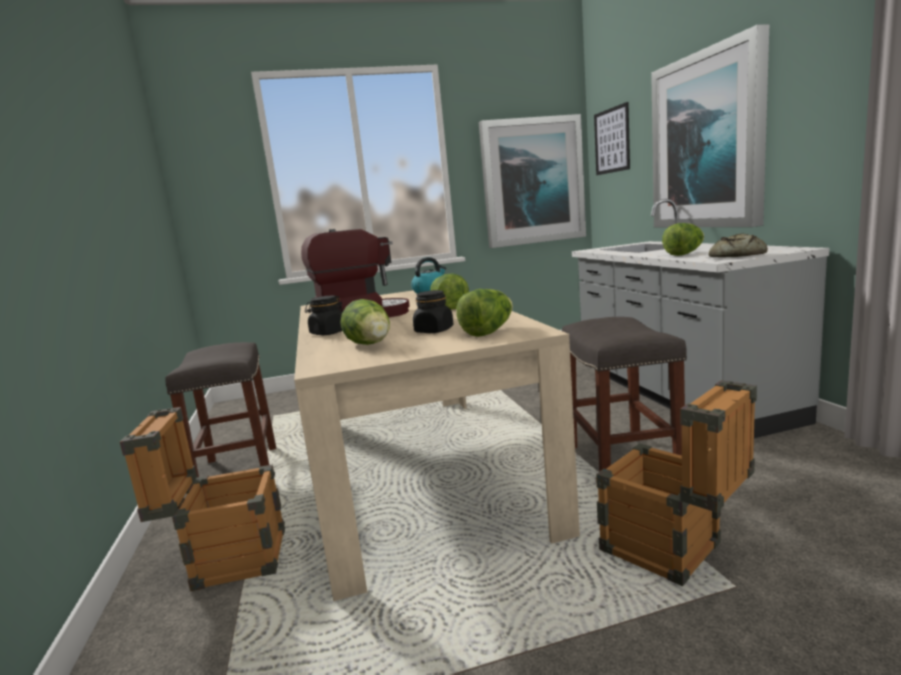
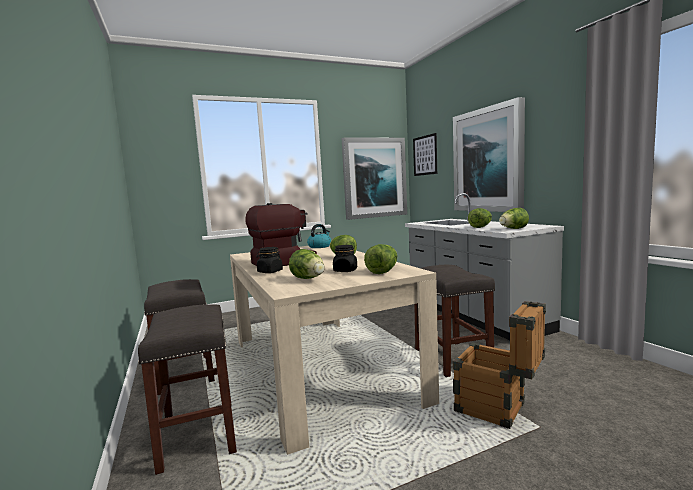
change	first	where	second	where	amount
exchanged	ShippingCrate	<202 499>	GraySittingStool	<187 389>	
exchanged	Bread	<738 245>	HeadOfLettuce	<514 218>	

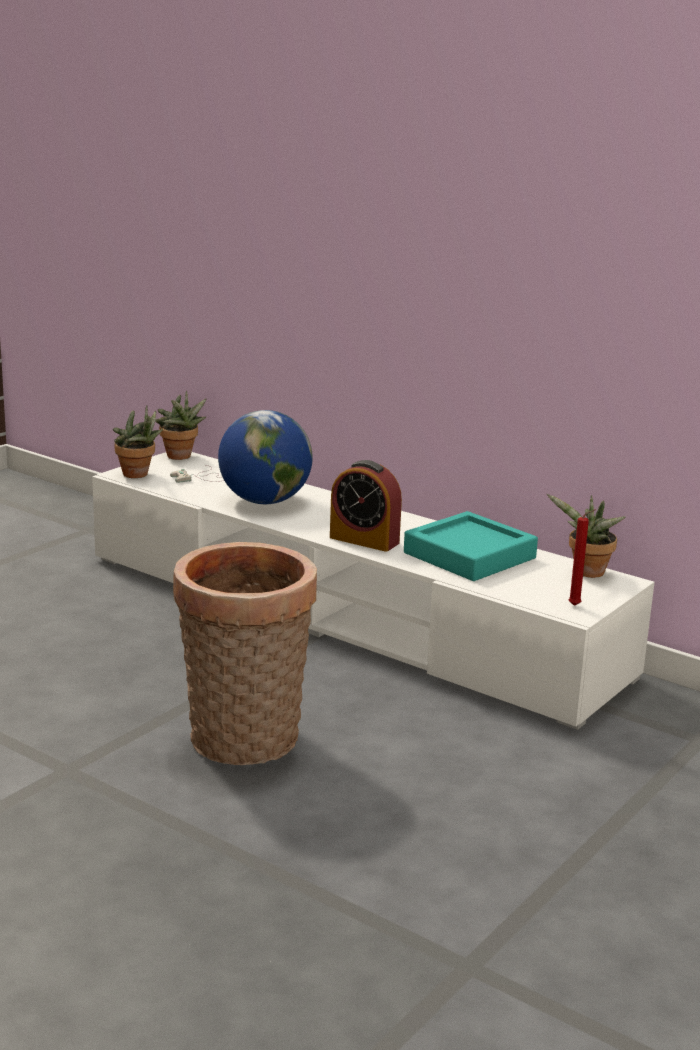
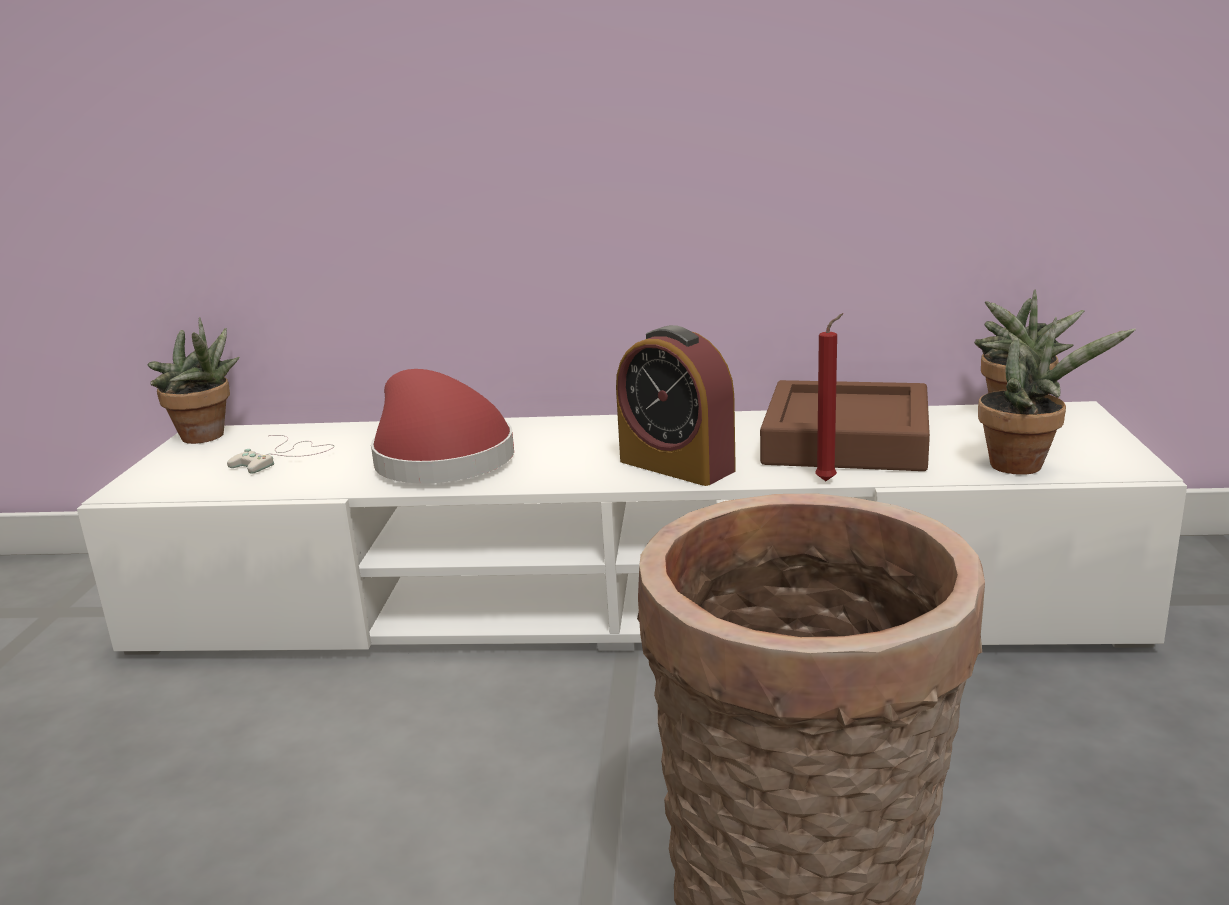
change	first	where	second	where	amount
exchanged	WorldGlobe	<265 457>	RedWearableHat	<442 426>	
spun	TableClock	<366 506>		<676 405>	45 degrees clockwise
colour	BlueGreenServingTray	<471 546>	BrownServingTray	<845 425>	
relocated	RedWaxLight	<582 557>		<829 397>	
relocated	Houseplant	<138 441>		<1057 396>	

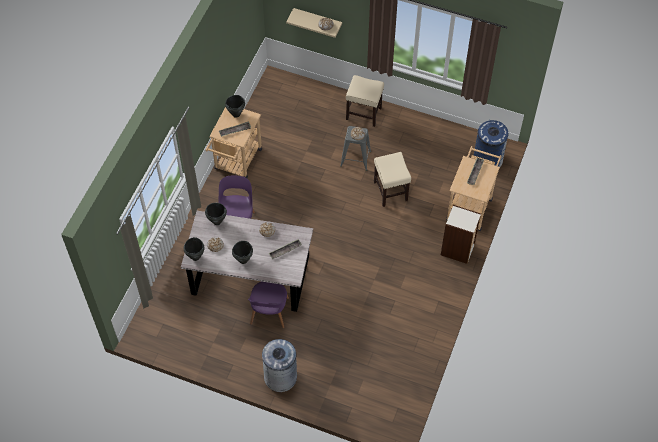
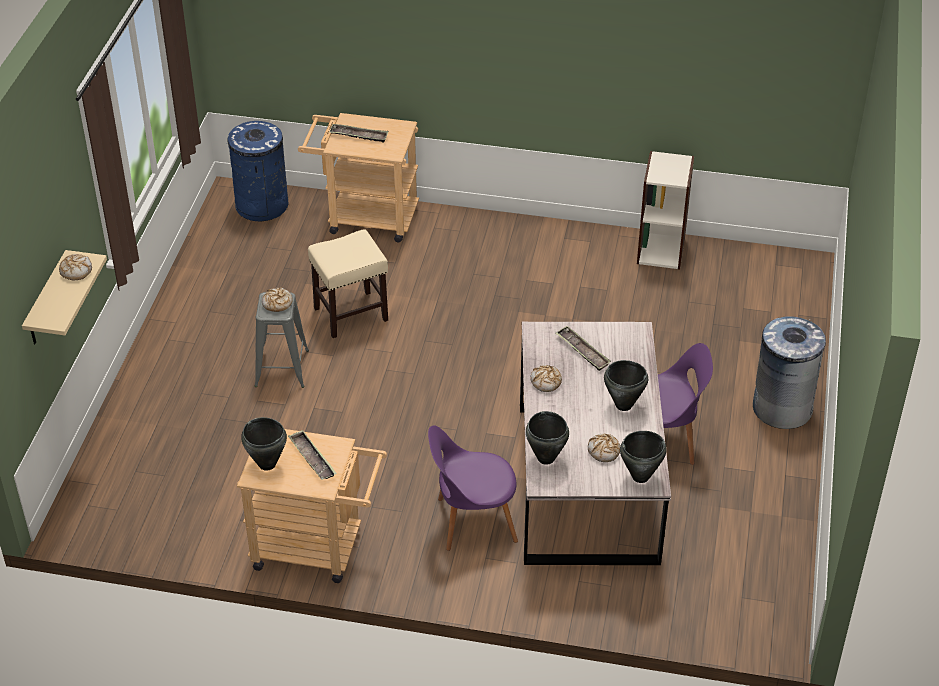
change	first	where	second	where	amount
relocated	ShelvingUnit	<461 234>		<665 210>	
missing	SandColouredSittingStool	<365 101>			

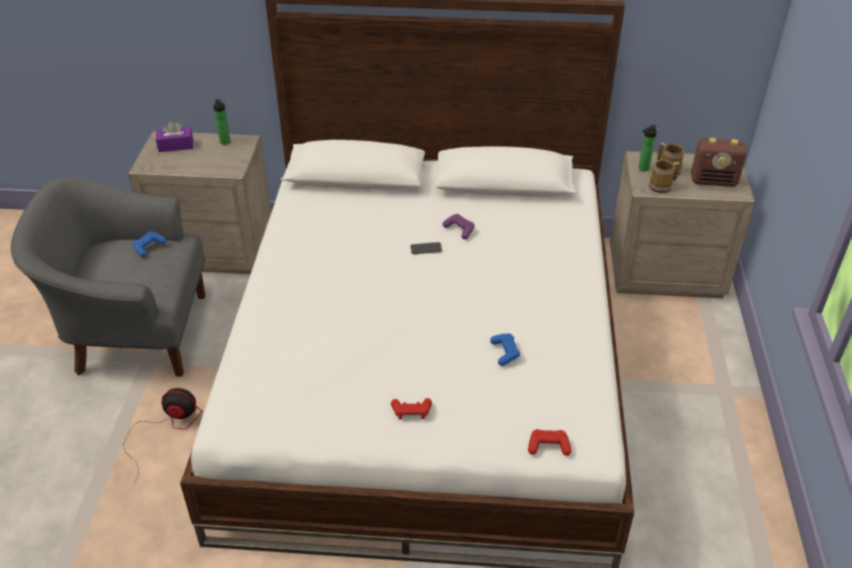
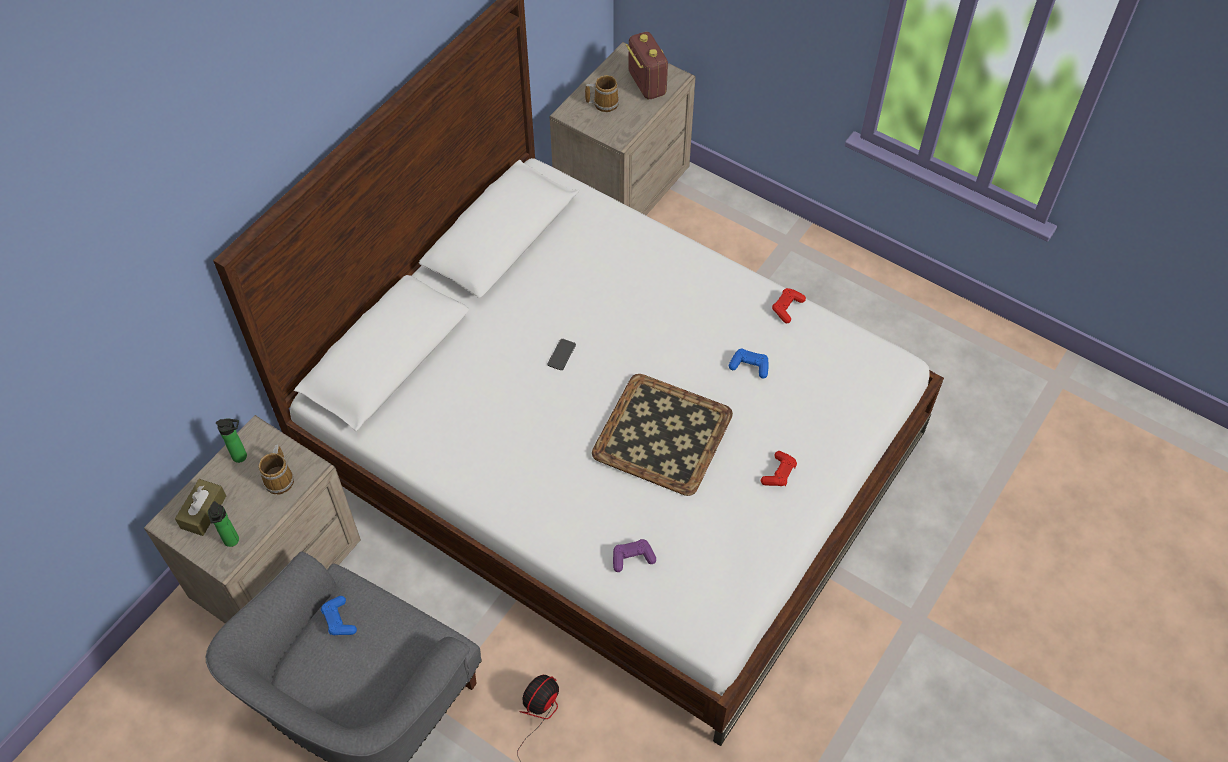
change	first	where	second	where	amount
colour	PurpleTissueBox	<174 136>	BrownTissueBox	<200 507>	
relocated	Bottle	<647 148>		<223 524>	
relocated	CoffeeMug	<664 176>		<276 469>	
appeared			ServingTray	<662 435>	
relocated	PurpleGamepad	<459 226>		<634 555>	
spun	RadioSet	<719 162>		<647 65>	60 degrees counterclockwise
relocated	RedGamepad	<549 442>		<789 305>	

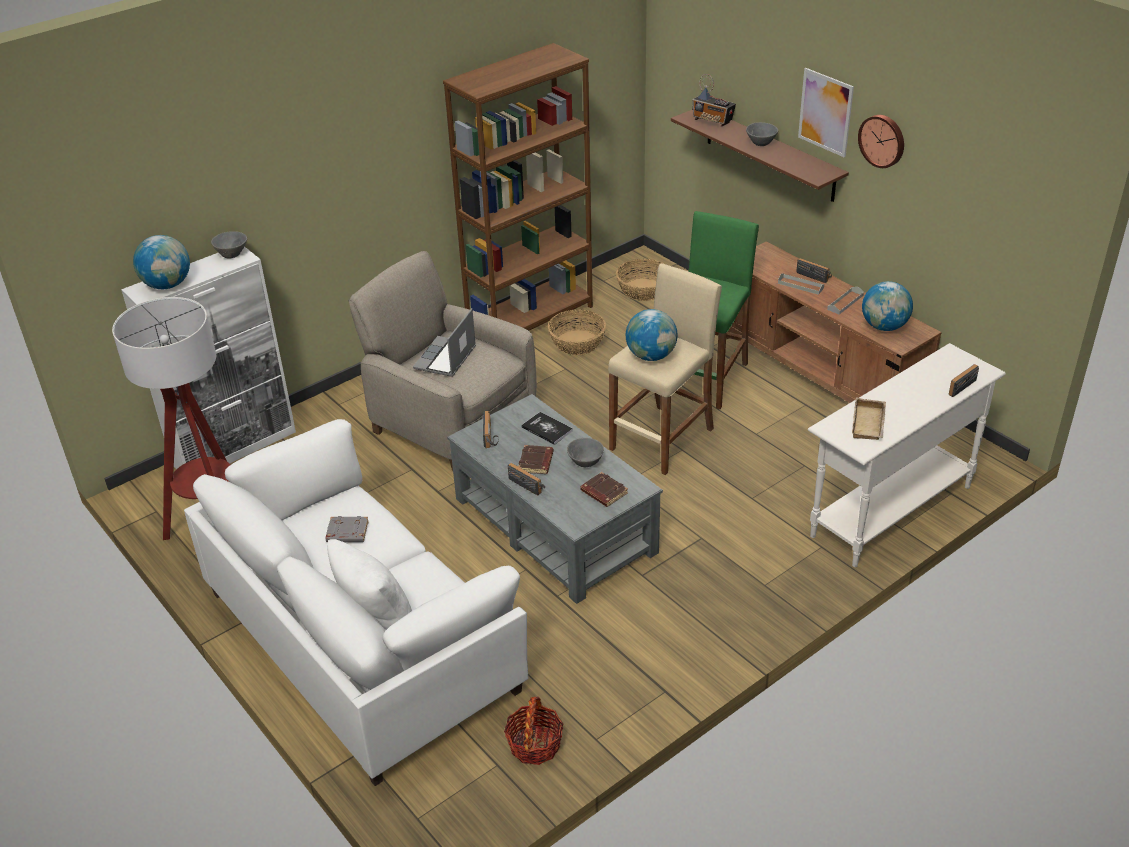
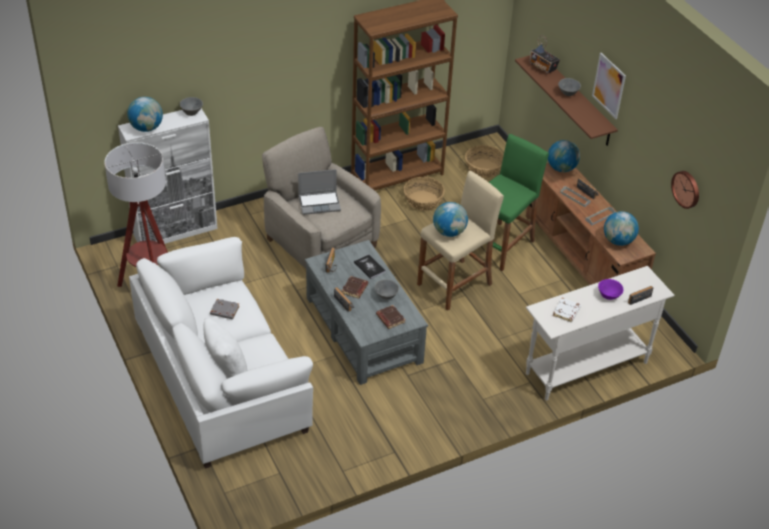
change	first	where	second	where	amount
spun	Laptop	<444 342>		<319 192>	135 degrees counterclockwise
appeared			WorldGlobe	<564 156>	
exchanged	SandColouredServingTray	<869 418>	WhitishBoundBook	<567 310>	
appeared			PurpleBowl	<610 289>	
relocated	WallClock	<881 141>		<685 190>	
missing	HouseholdBasket	<533 731>			

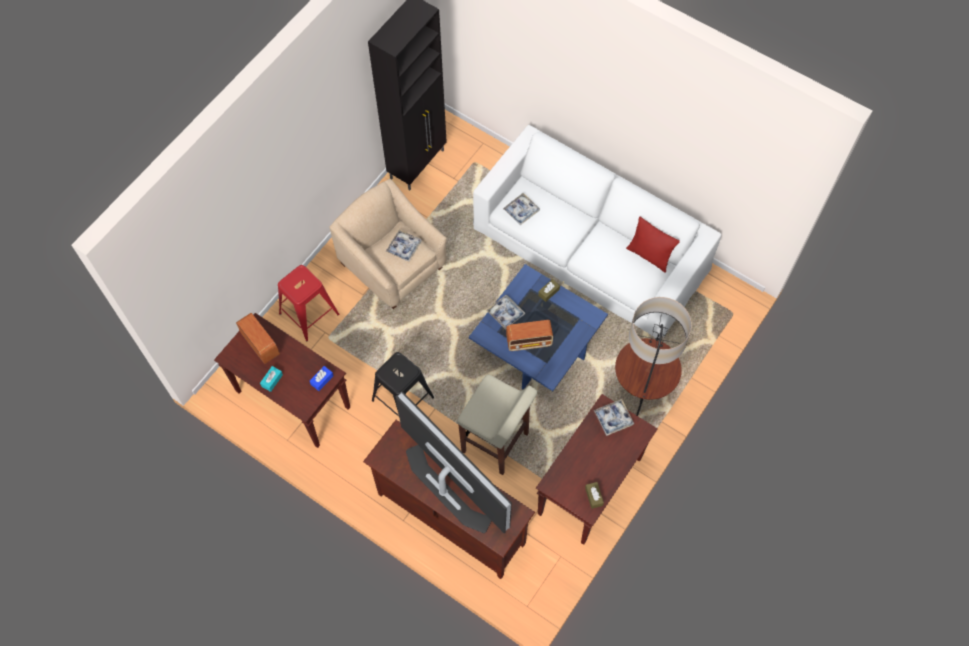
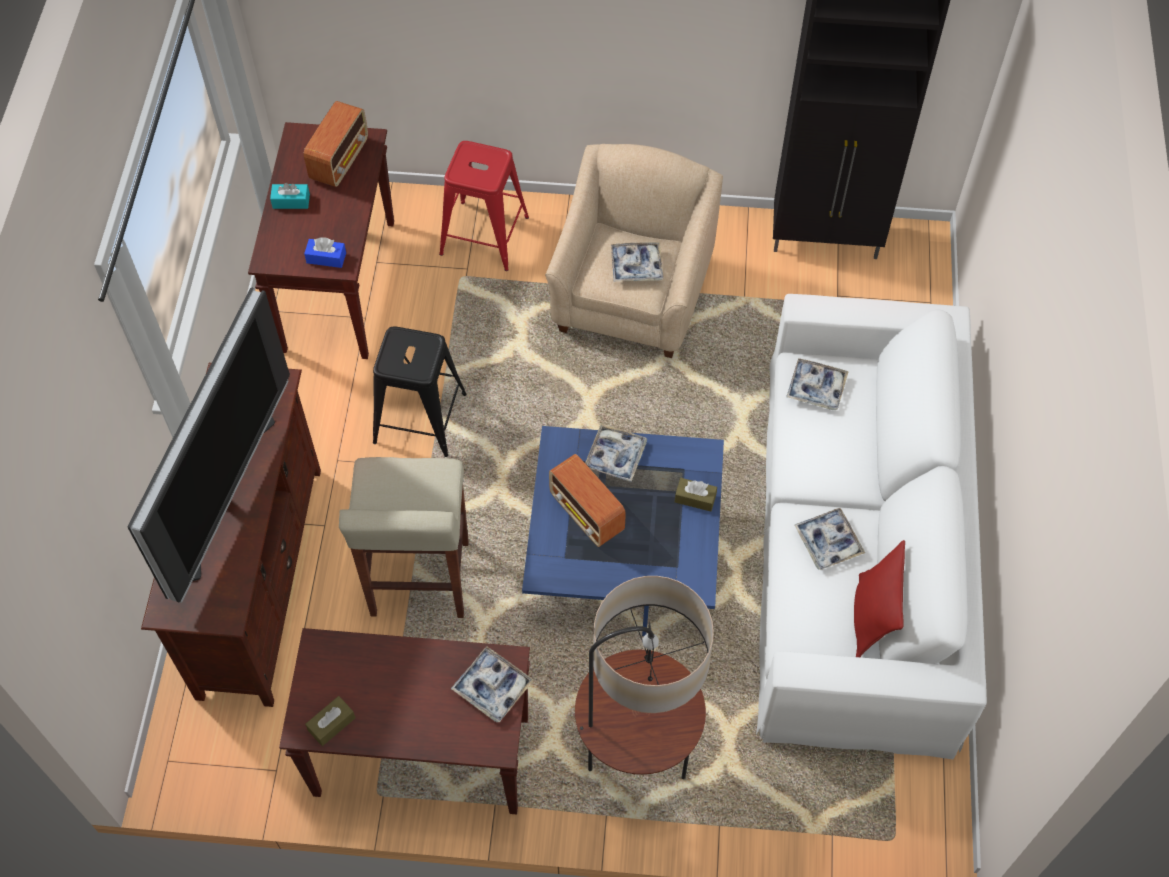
change	first	where	second	where	amount
appeared			ServingTray	<830 539>	

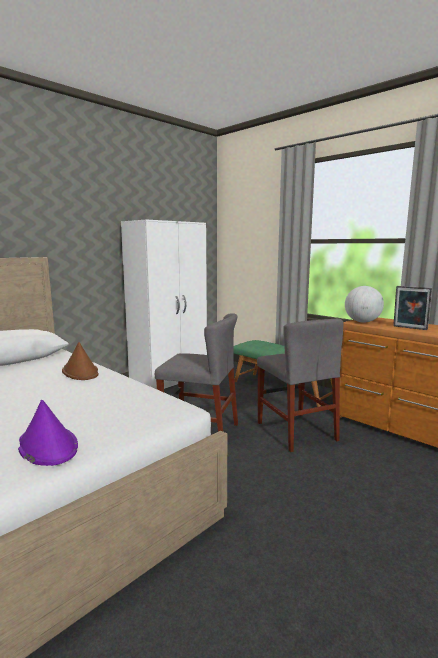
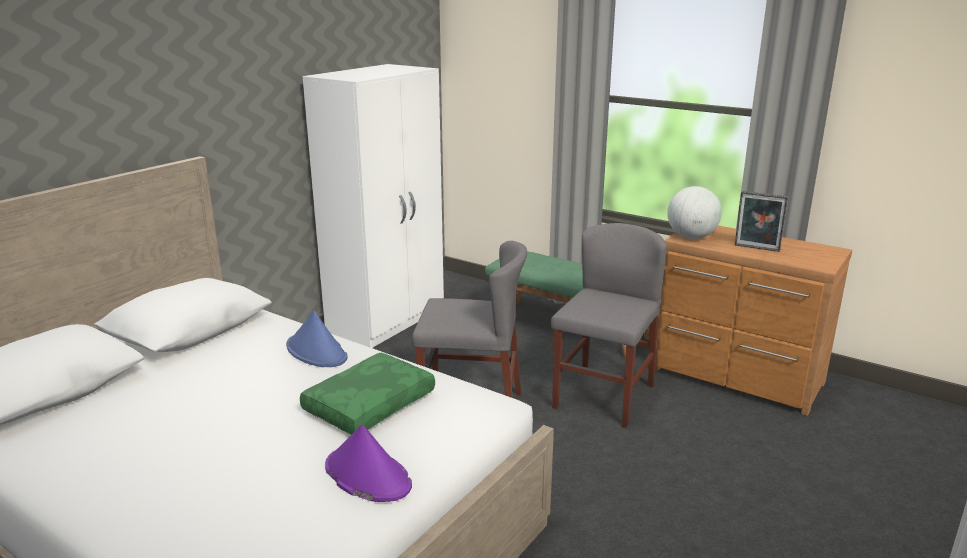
change	first	where	second	where	amount
colour	BrownWearableHat	<80 361>	BlueWearableHat	<317 339>	
appeared			GreenishCushion	<367 394>	
spun	GrayChair	<300 385>		<609 325>	120 degrees counterclockwise

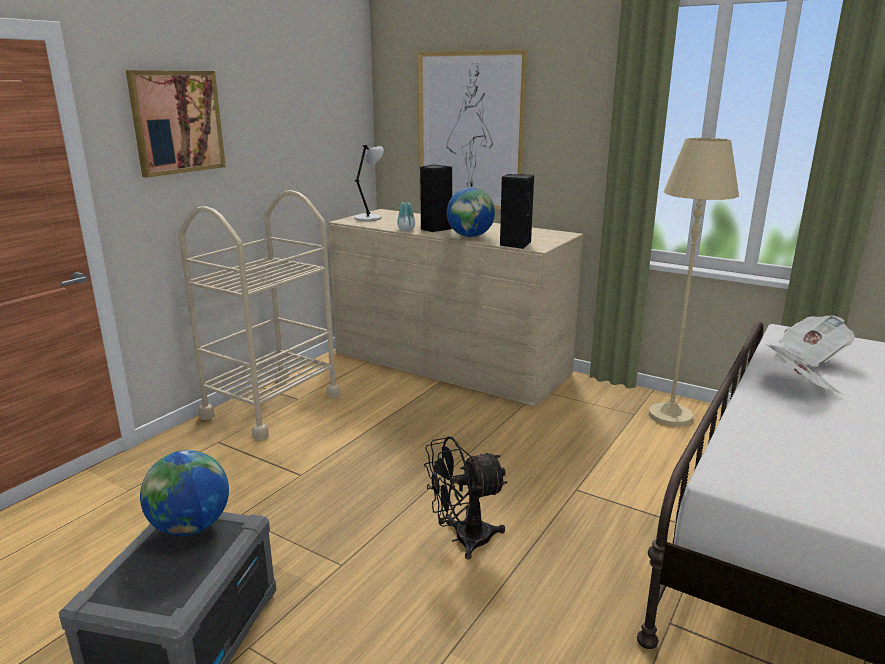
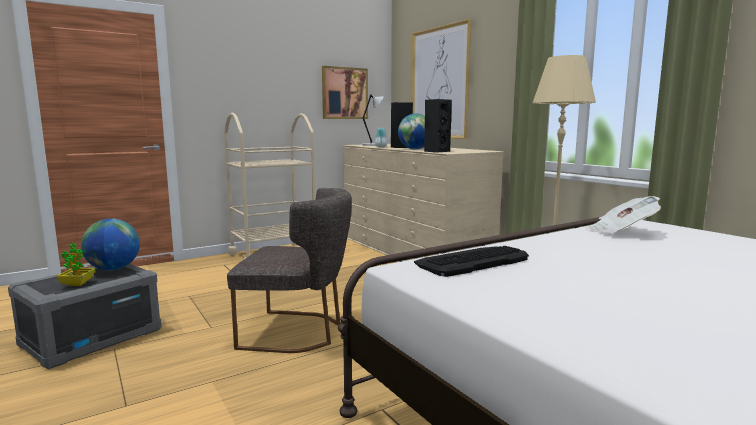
change	first	where	second	where	amount
appeared			Houseplant	<75 264>	
exchanged	BlackElectricFan	<465 498>	GrayChair	<289 270>	
relocated	WallArt	<176 124>		<345 92>	
appeared			ComputerKeyboard	<471 261>	
missing	PrintedPaper	<806 370>			

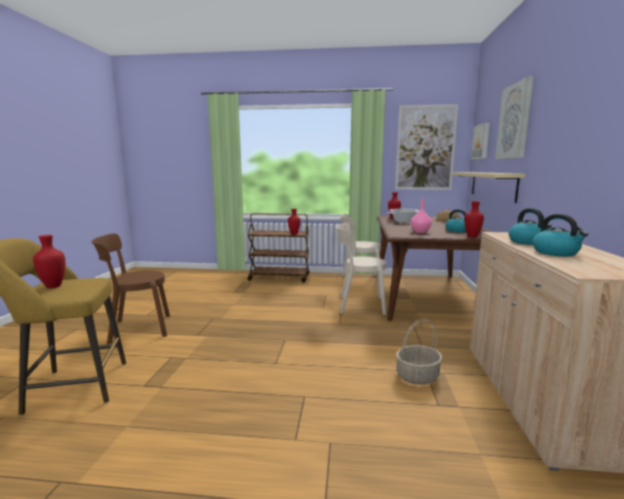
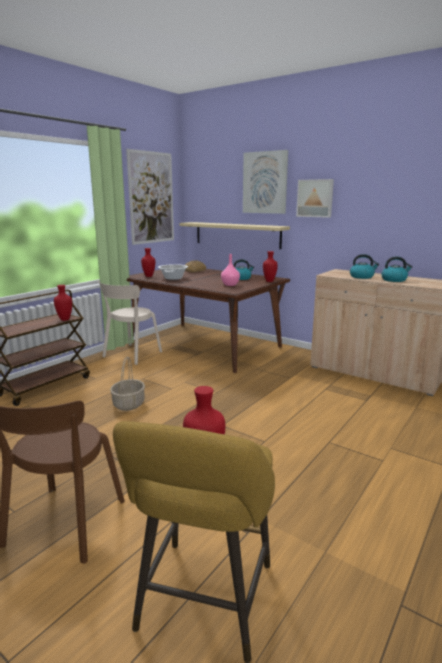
change	first	where	second	where	amount
relocated	HouseholdBasket	<419 352>		<127 384>	
relocated	WallArt	<480 141>		<315 198>	
missing	SandColouredChair	<361 269>			

